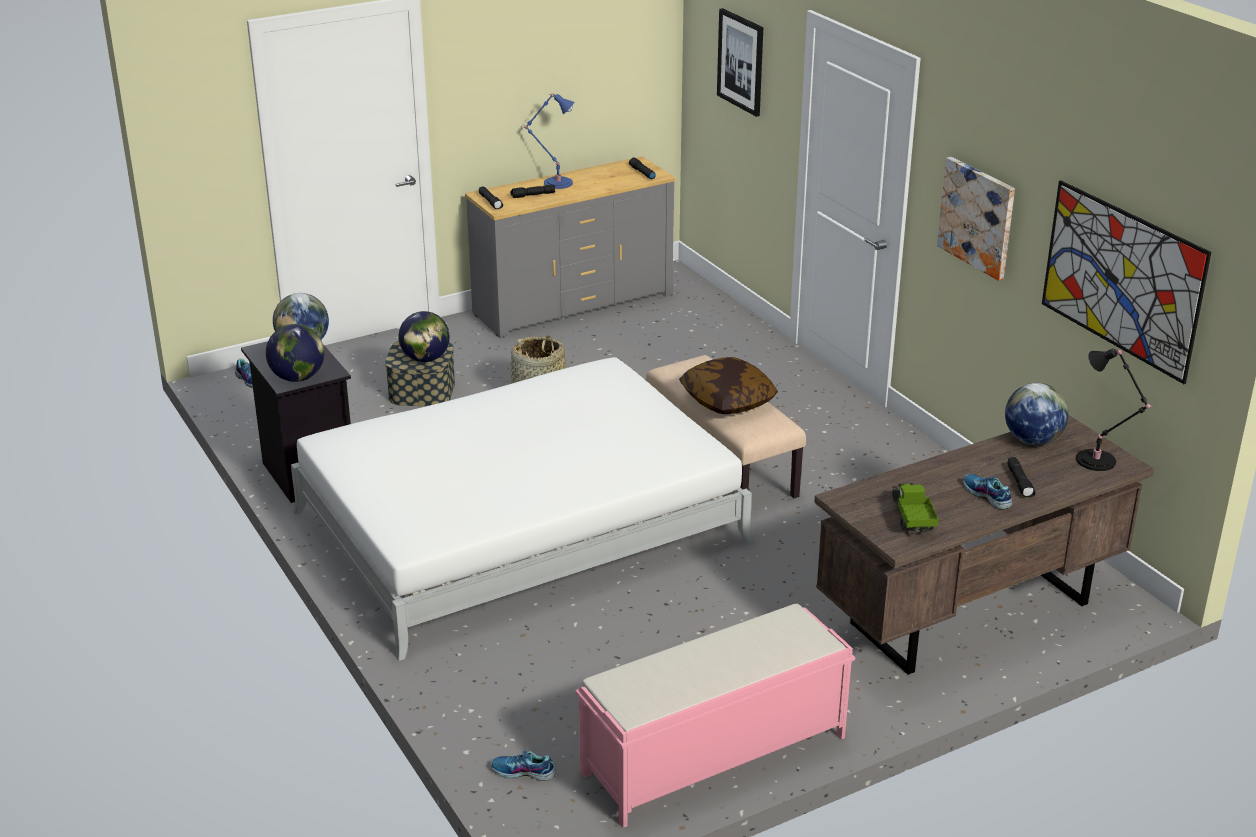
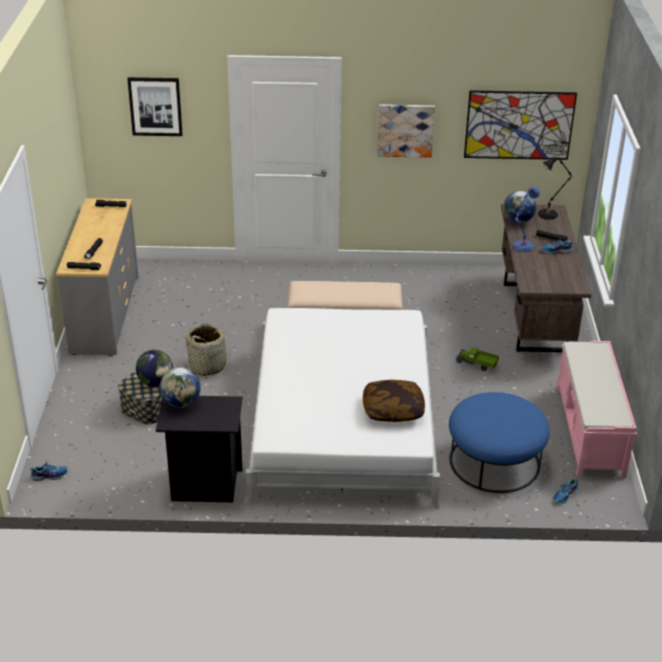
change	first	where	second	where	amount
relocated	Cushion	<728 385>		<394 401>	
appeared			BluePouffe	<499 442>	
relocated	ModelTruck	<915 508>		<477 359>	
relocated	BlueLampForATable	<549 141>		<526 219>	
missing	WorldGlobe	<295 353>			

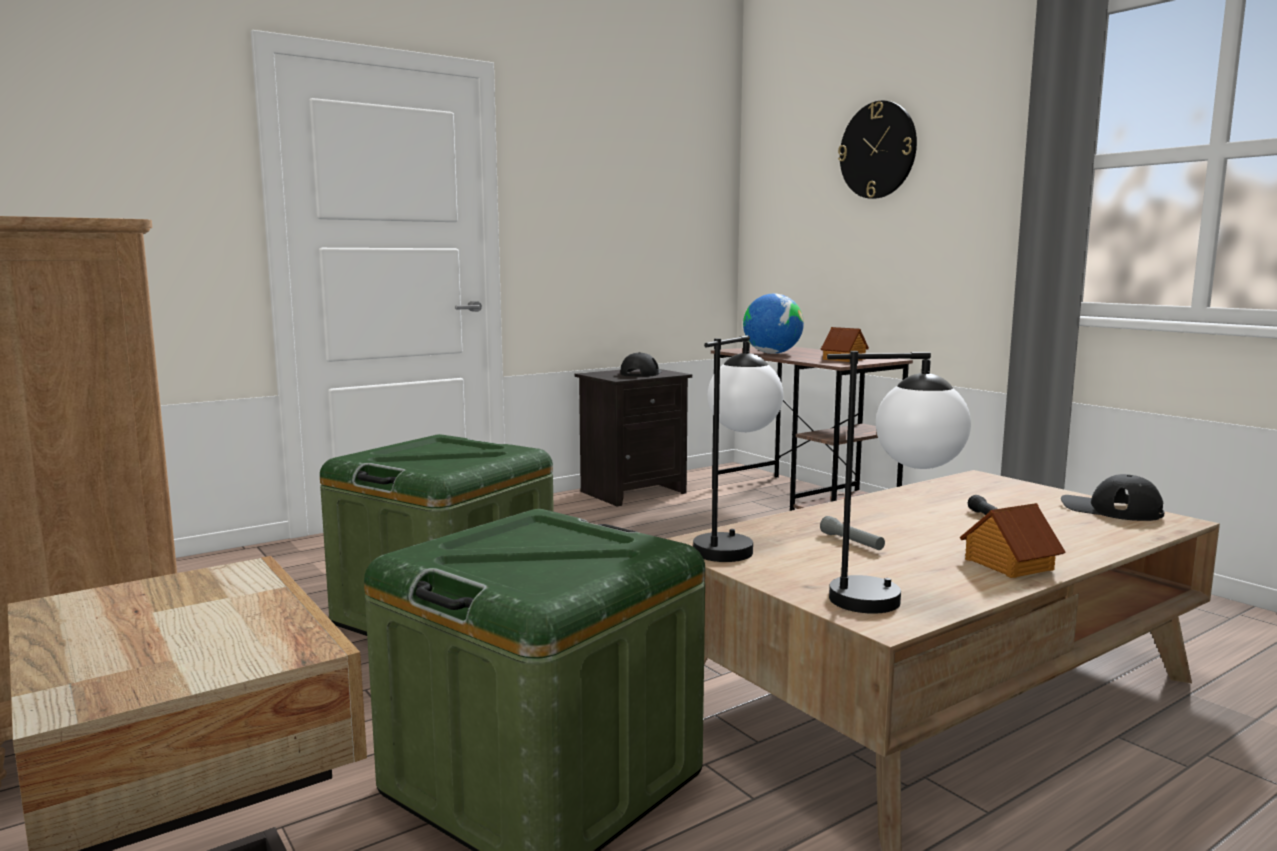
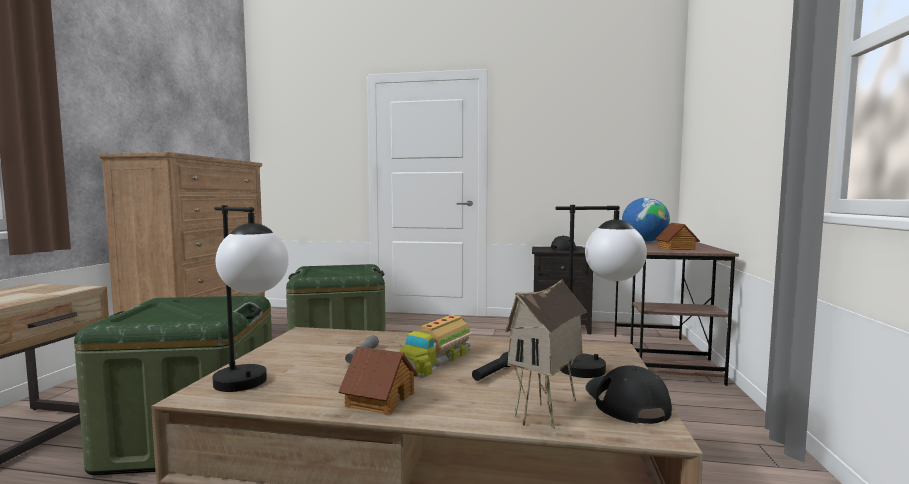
change	first	where	second	where	amount
appeared			ModelTruck	<434 346>	
appeared			MiniatureHouse	<546 354>	
relocated	LampForATable	<738 448>		<601 291>	
missing	WallClock	<877 150>			

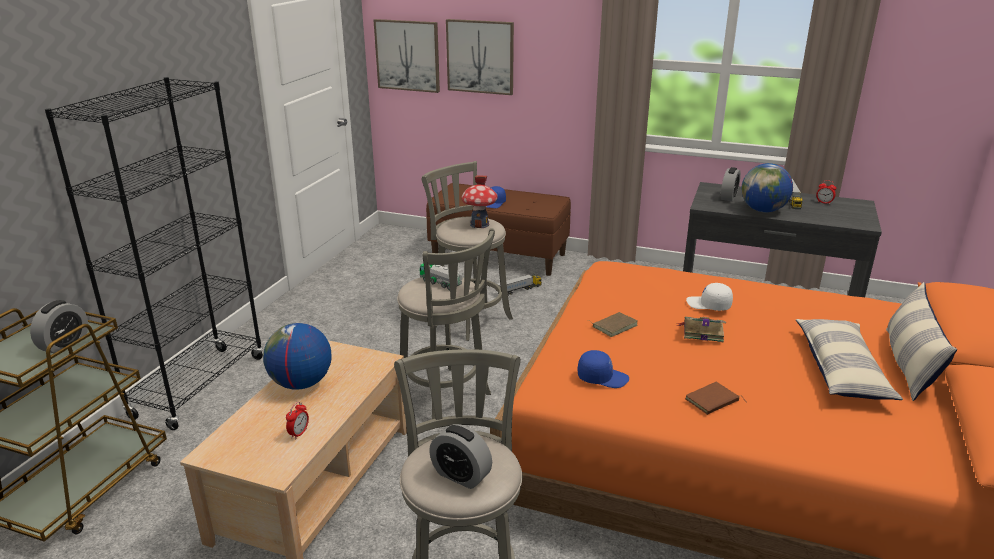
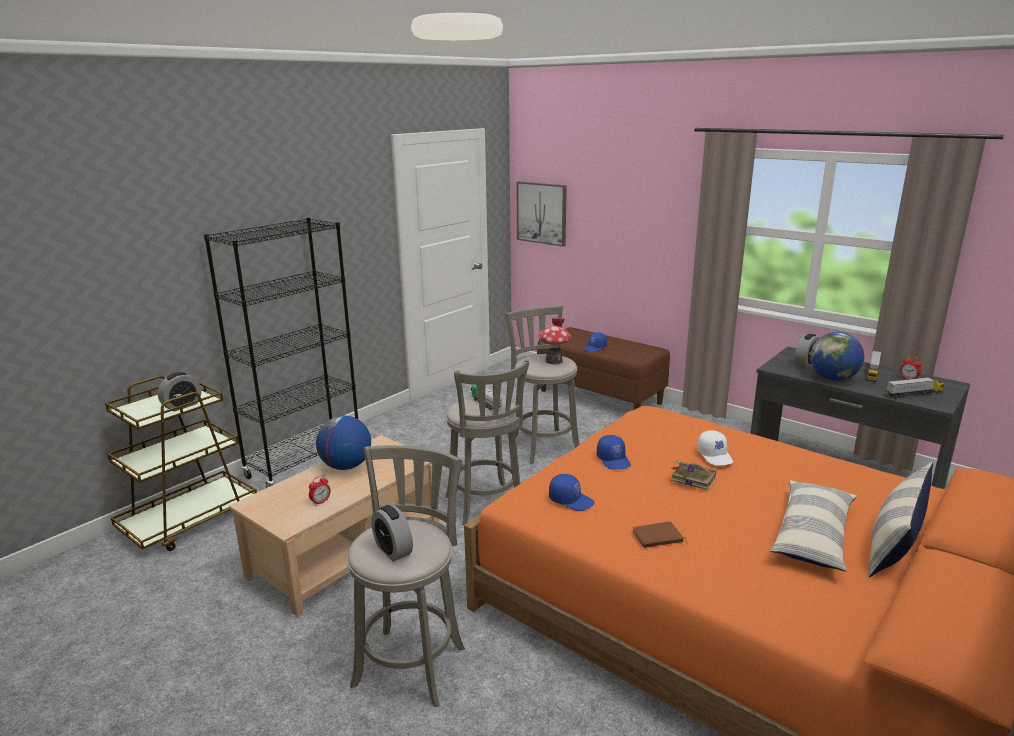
change	first	where	second	where	amount
exchanged	BrownBoundBook	<613 324>	BlueBaseballCap	<614 452>	
spun	WhitishBaseballCap	<709 297>		<715 447>	150 degrees counterclockwise
relocated	ModelTruck	<519 285>		<915 388>	
missing	WallArt	<480 57>			

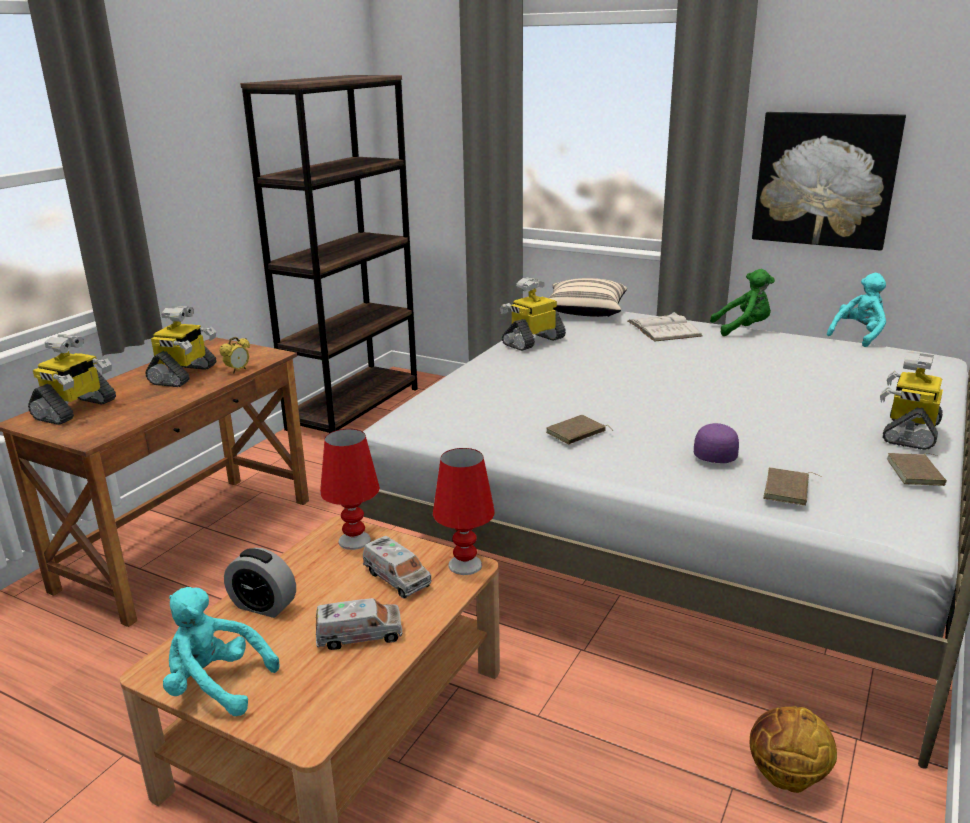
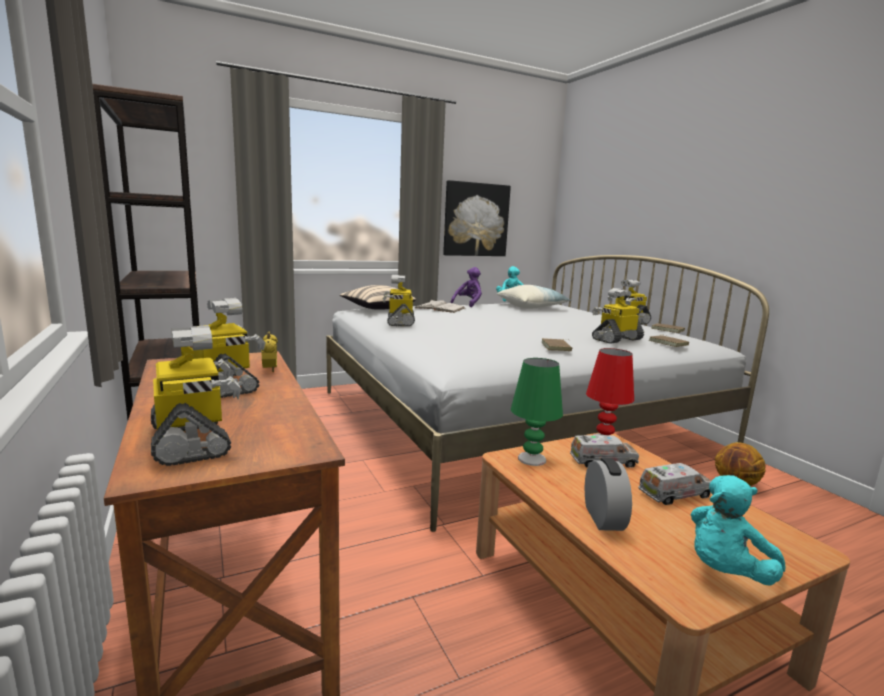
change	first	where	second	where	amount
colour	GreenishPlushToy	<742 302>	PurplePlushToy	<466 287>	
appeared			Cushion	<534 296>	
colour	RedLampForATable	<350 489>	GreenishLampForATable	<537 412>	
spun	TableClock	<260 583>		<608 494>	60 degrees counterclockwise
exchanged	PurpleBaseballCap	<716 443>	ModelRobot	<618 316>	
spun	ModelTruck	<359 624>		<674 484>	45 degrees clockwise

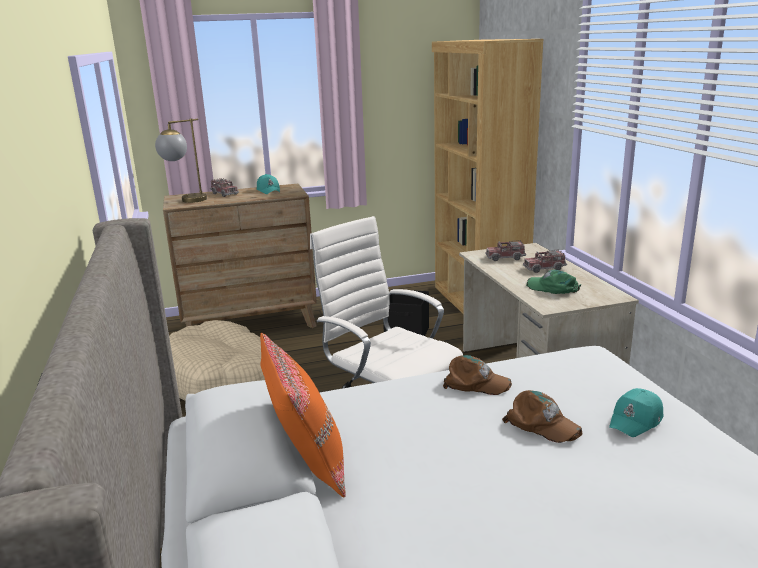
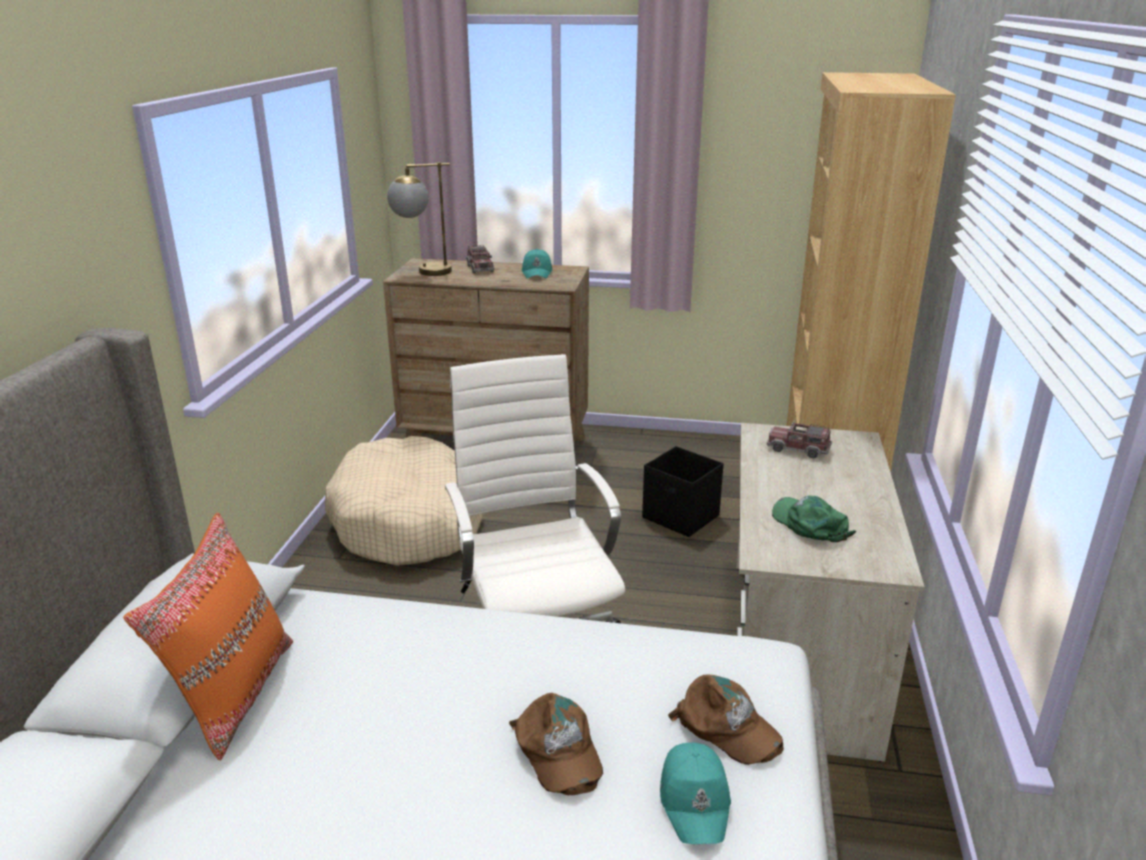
change	first	where	second	where	amount
spun	BlueGreenBaseballCap	<636 412>		<695 793>	75 degrees counterclockwise
relocated	BrownBaseballCap	<477 375>		<726 720>	
missing	ModelTruck	<545 261>			

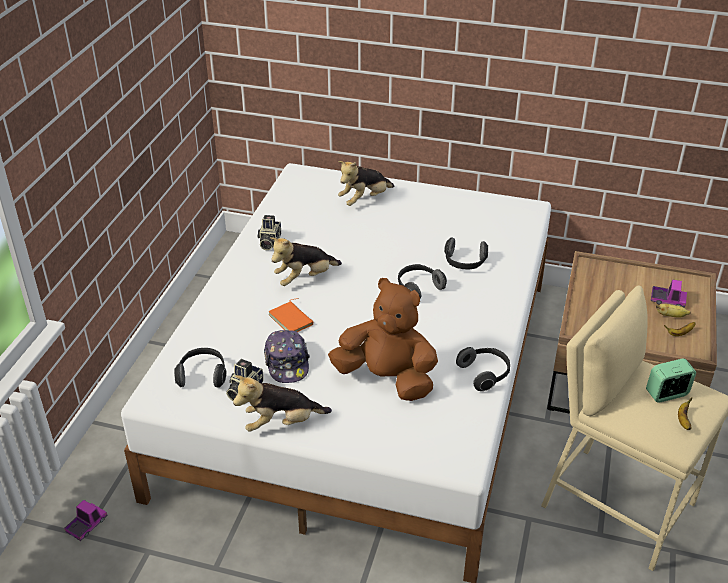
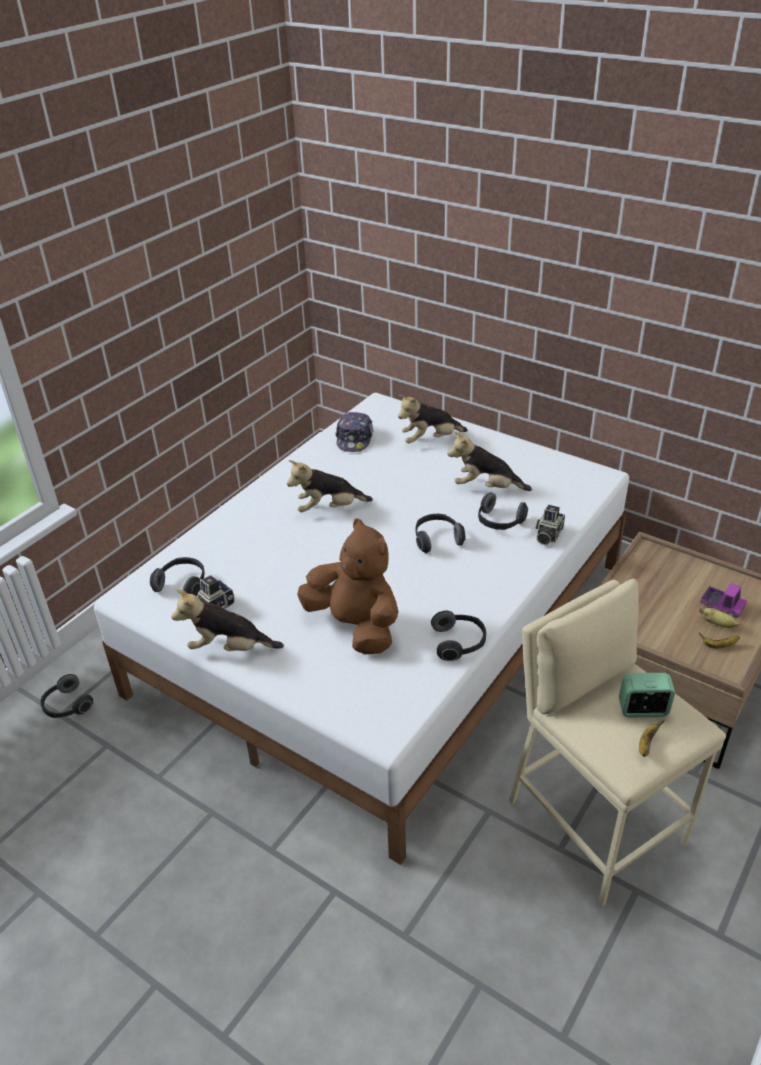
change	first	where	second	where	amount
exchanged	ModelTruck	<86 520>	PairOfHeadphones	<67 696>	
relocated	BaseballCap	<287 356>		<354 432>	
appeared			PlushToy	<489 461>	
relocated	PhotoCamera	<269 232>		<550 525>	
missing	OrangeBoundBook	<291 315>			

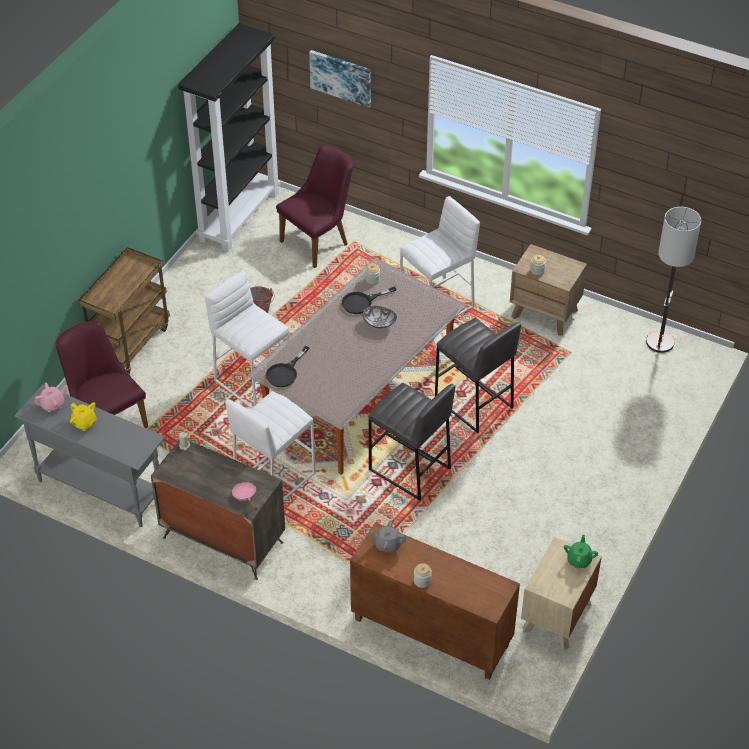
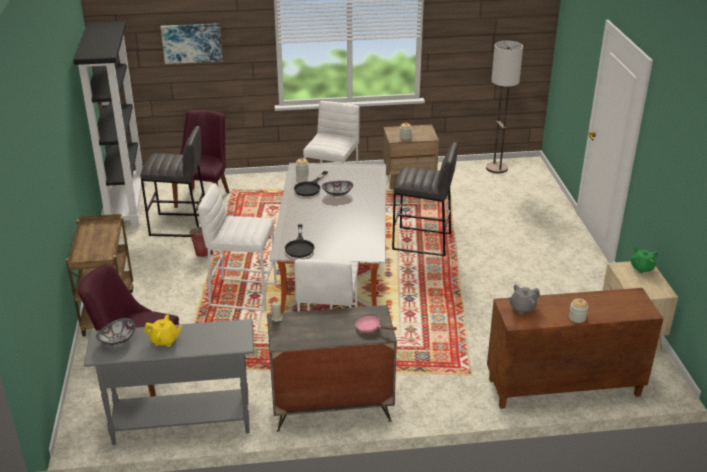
change	first	where	second	where	amount
exchanged	PinkishTeapot	<50 397>	Bowl	<115 332>	
relocated	GraySittingStool	<411 441>		<172 181>	

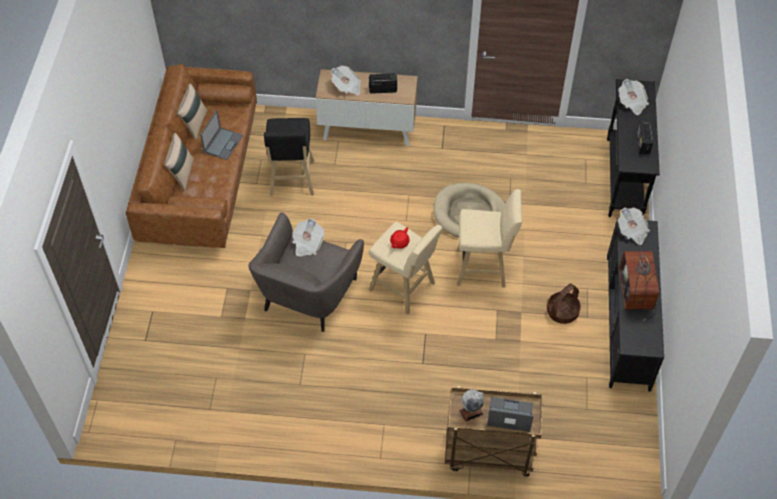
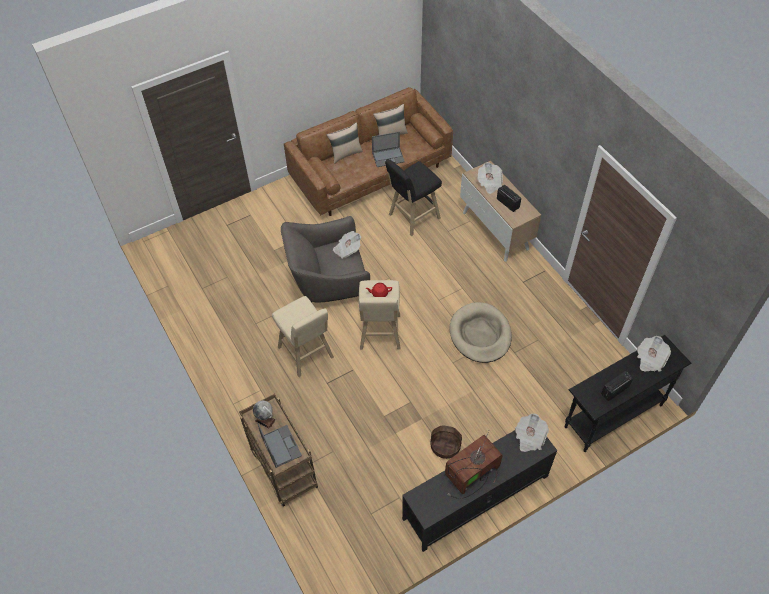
change	first	where	second	where	amount
relocated	SandColouredSittingStool	<489 238>		<303 336>	

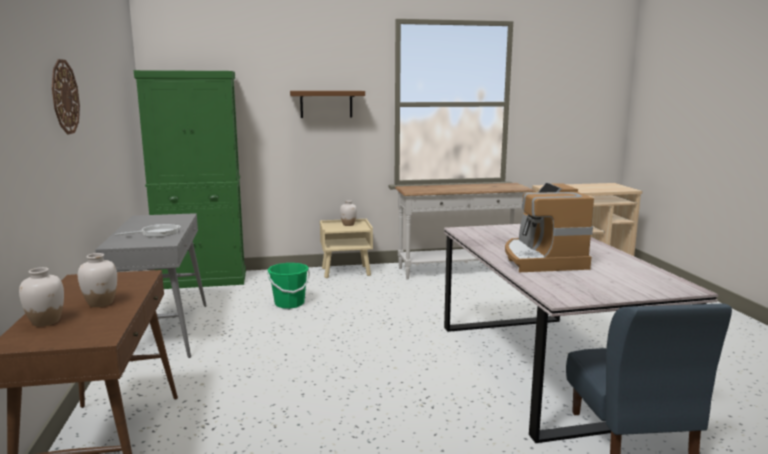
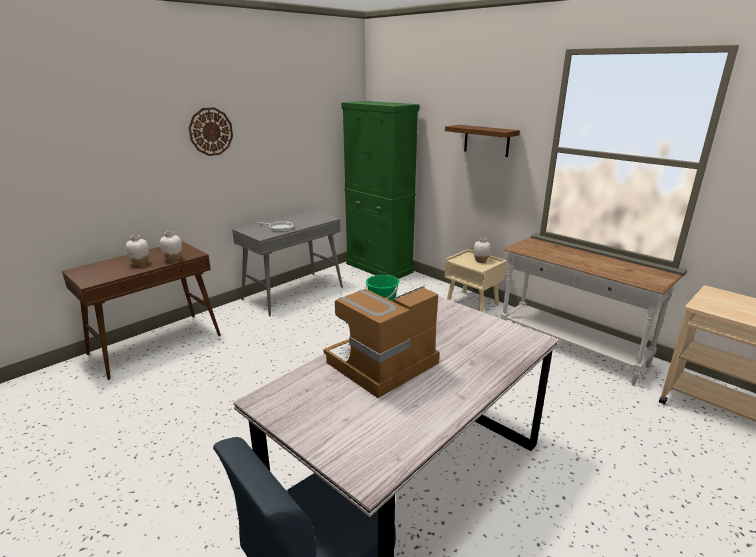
change	first	where	second	where	amount
relocated	WhitishFlowerVase	<41 297>		<171 246>	

